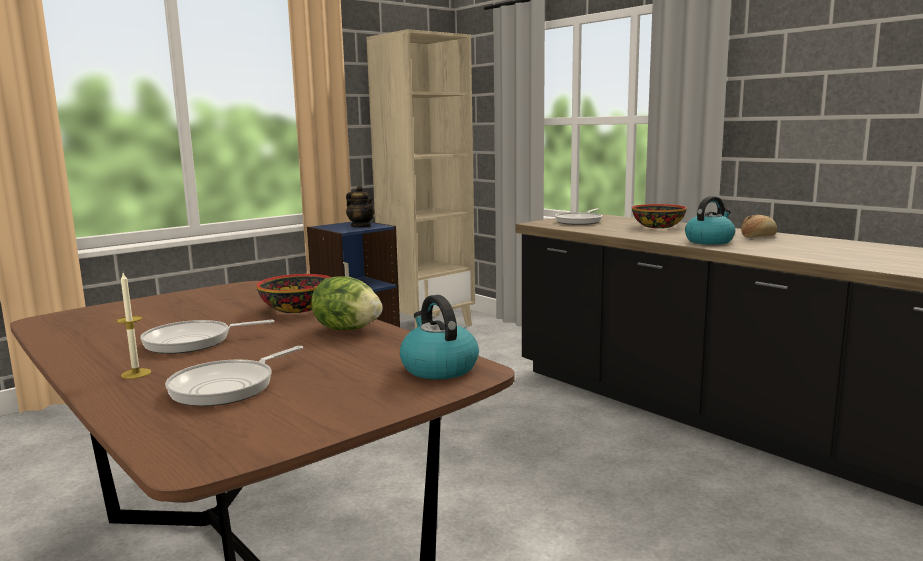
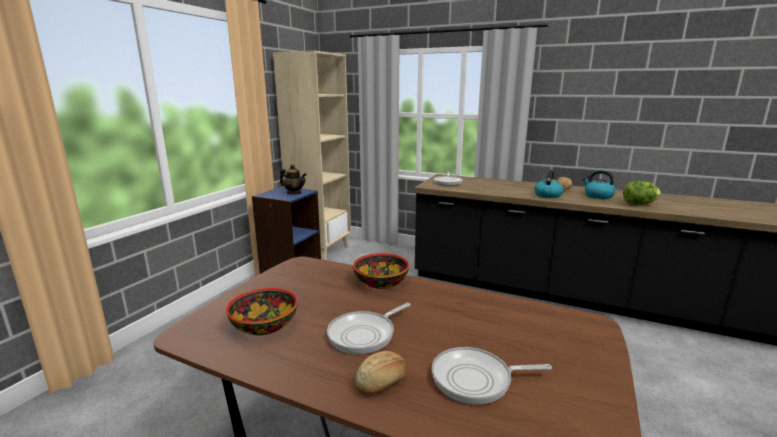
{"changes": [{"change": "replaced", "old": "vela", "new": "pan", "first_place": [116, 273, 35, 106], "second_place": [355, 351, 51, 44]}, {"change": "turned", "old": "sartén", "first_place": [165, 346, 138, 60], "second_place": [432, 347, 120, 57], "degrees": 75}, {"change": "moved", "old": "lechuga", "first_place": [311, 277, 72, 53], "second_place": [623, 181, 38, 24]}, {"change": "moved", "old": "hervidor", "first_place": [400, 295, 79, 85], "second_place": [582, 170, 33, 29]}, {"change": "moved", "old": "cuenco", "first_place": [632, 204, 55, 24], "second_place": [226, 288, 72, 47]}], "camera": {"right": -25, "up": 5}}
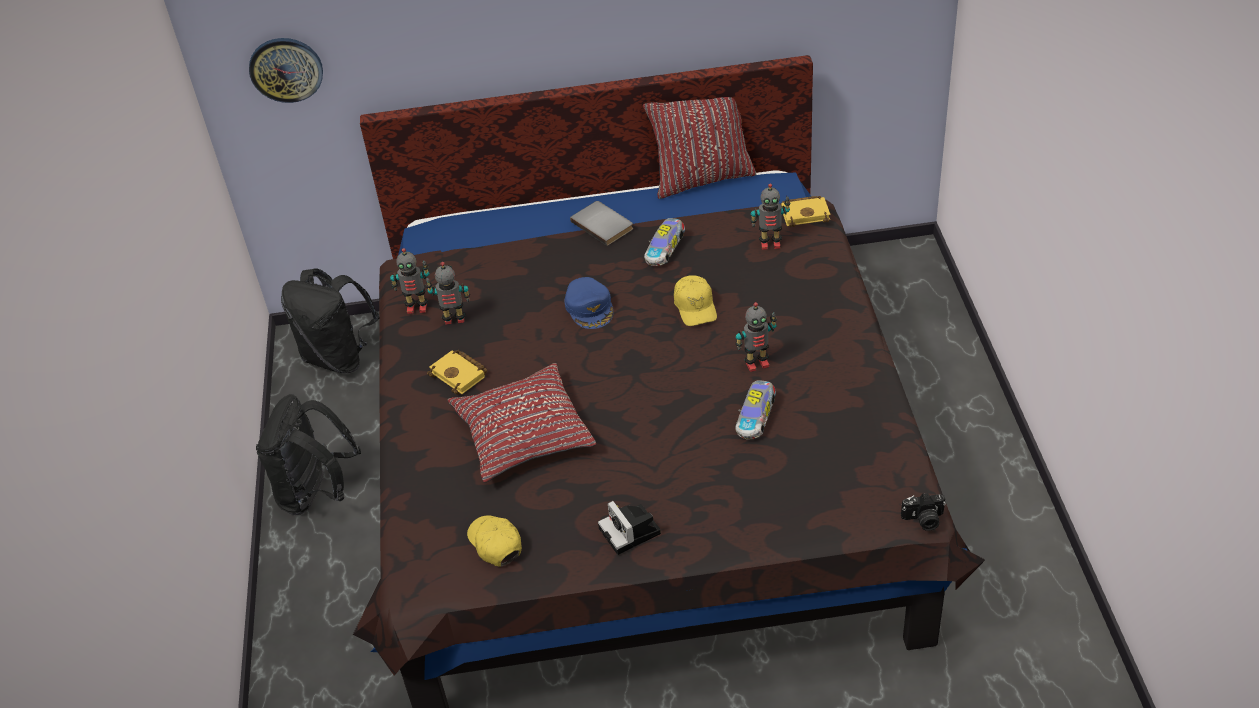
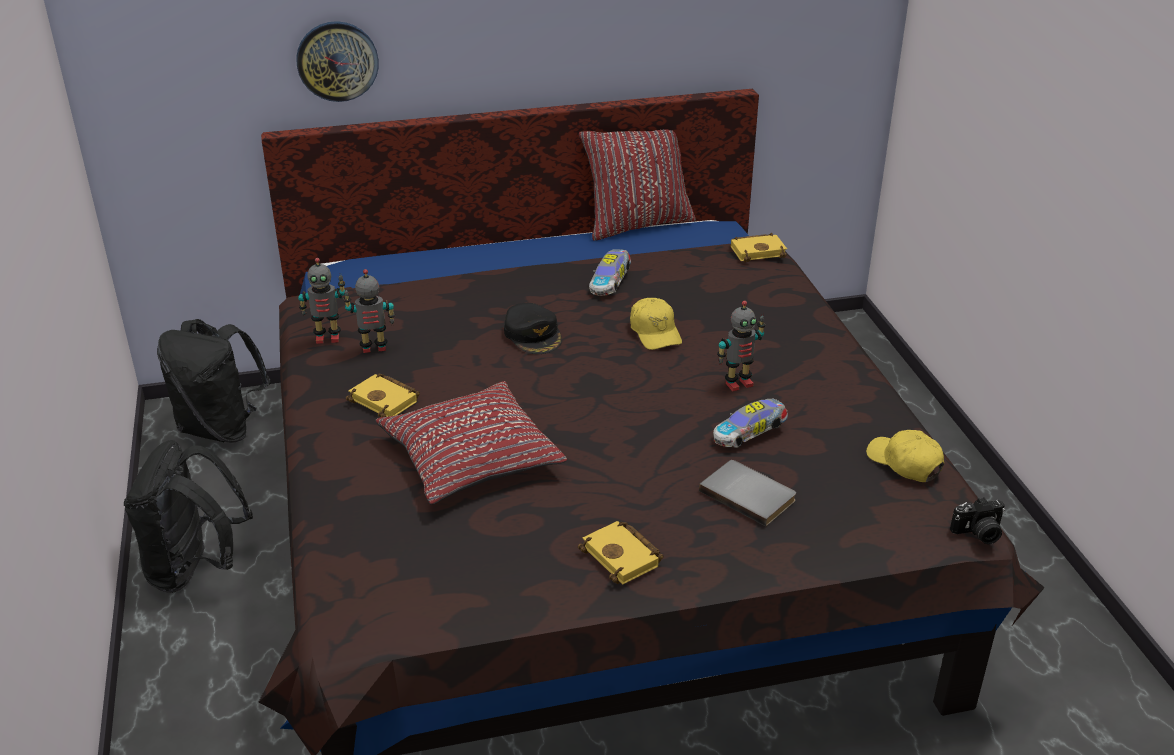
{"changes": [{"change": "moved", "old": "reloj de pared", "first_place": [249, 38, 74, 65], "second_place": [296, 21, 83, 81]}, {"change": "moved", "old": "gorra (amarillo)", "first_place": [467, 515, 55, 52], "second_place": [866, 430, 78, 52]}, {"change": "recoloured", "old": "gorra (azul)", "new": "gorra (negro)", "first_place": [565, 277, 48, 52], "second_place": [504, 303, 58, 51]}, {"change": "moved", "old": "libro (gris)", "first_place": [570, 201, 63, 45], "second_place": [699, 460, 97, 66]}, {"change": "replaced", "old": "cámara", "new": "libro (amarillo)", "first_place": [598, 501, 63, 54], "second_place": [578, 521, 86, 63]}, {"change": "turned", "old": "coche de juguete", "first_place": [735, 380, 41, 59], "second_place": [713, 399, 75, 49], "degrees": 45}, {"change": "removed", "old": "robot de juguete", "first_place": [750, 183, 40, 67]}], "camera": {"right": -10, "up": -10}}
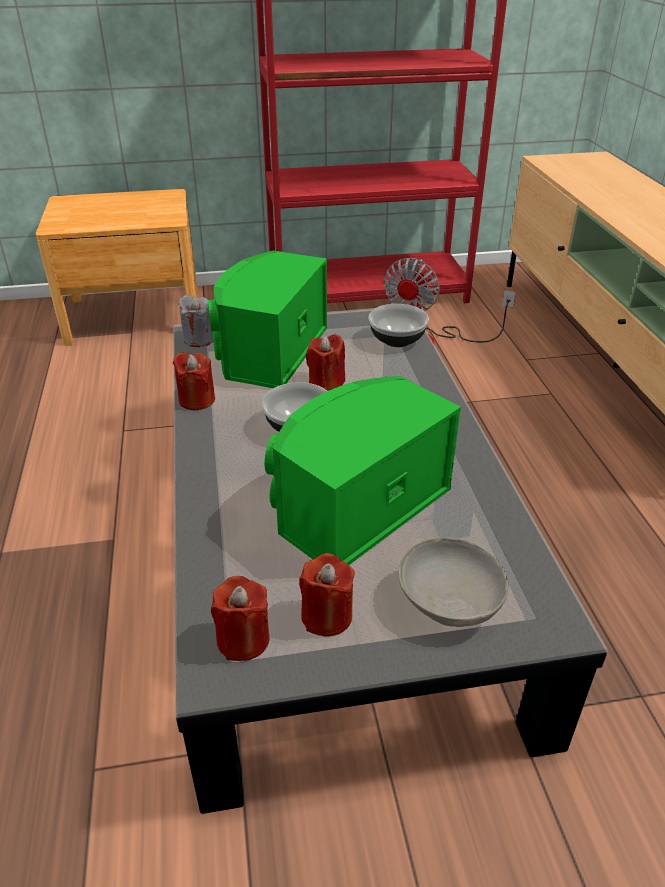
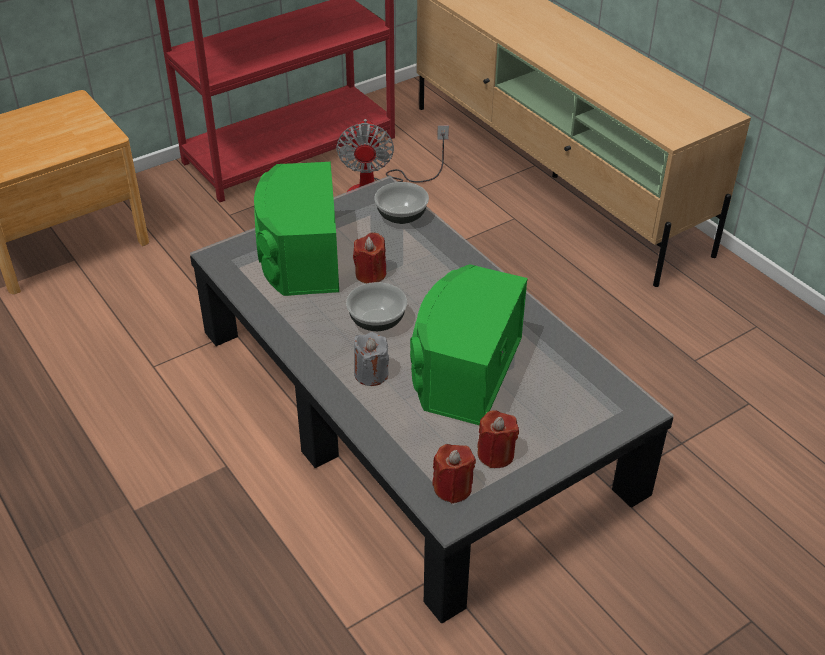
{"changes": [{"change": "removed", "old": "vela (rojo)", "first_place": [173, 352, 42, 58]}, {"change": "moved", "old": "vela (gris)", "first_place": [178, 295, 35, 52], "second_place": [354, 332, 35, 54]}, {"change": "removed", "old": "cuenco (gris)", "first_place": [398, 537, 110, 90]}], "camera": {"right": -25, "up": 5}}
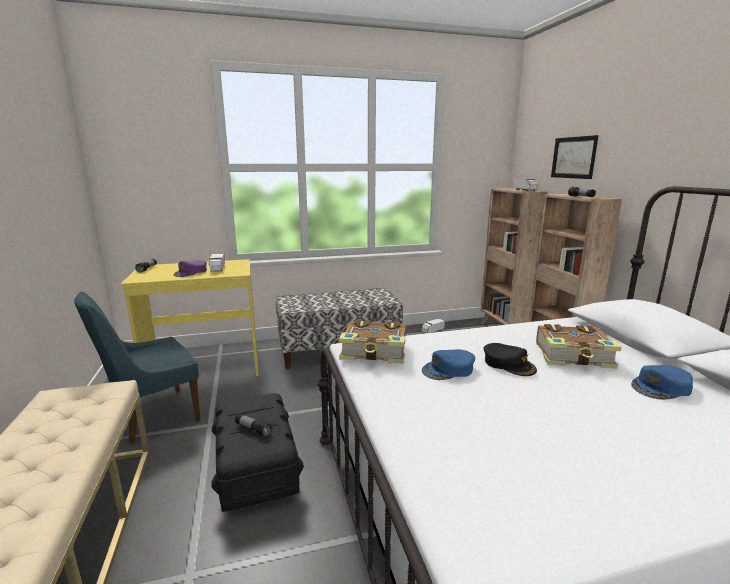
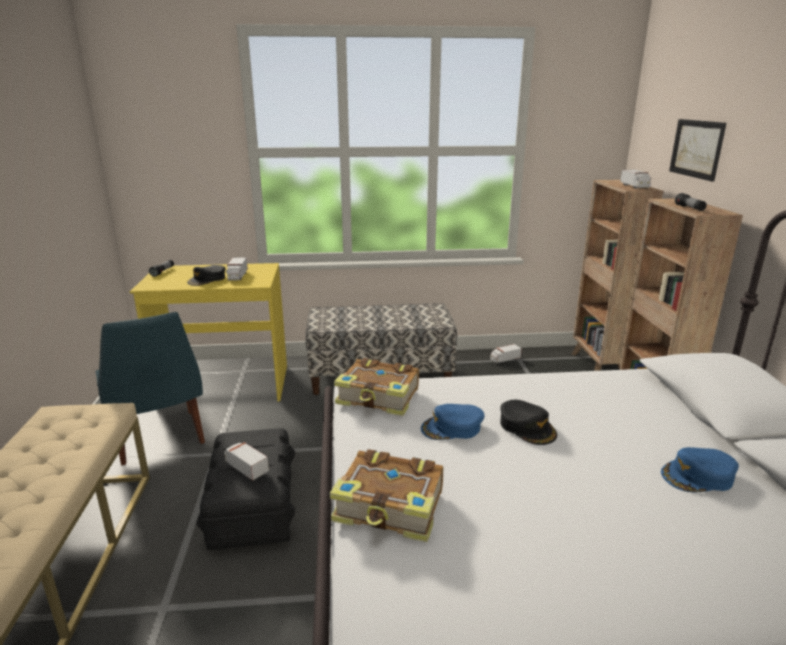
{"changes": [{"change": "turned", "old": "silla (azul)", "first_place": [74, 291, 127, 154], "second_place": [95, 312, 110, 153], "degrees": -90}, {"change": "recoloured", "old": "gorra (morado)", "new": "gorra (negro)", "first_place": [173, 260, 34, 17], "second_place": [187, 265, 39, 21]}, {"change": "replaced", "old": "linterna", "new": "camión de juguete", "first_place": [235, 413, 37, 24], "second_place": [224, 442, 45, 38]}, {"change": "moved", "old": "libro", "first_place": [536, 324, 86, 44], "second_place": [330, 449, 113, 93]}], "camera": {"right": 10, "up": 5}}
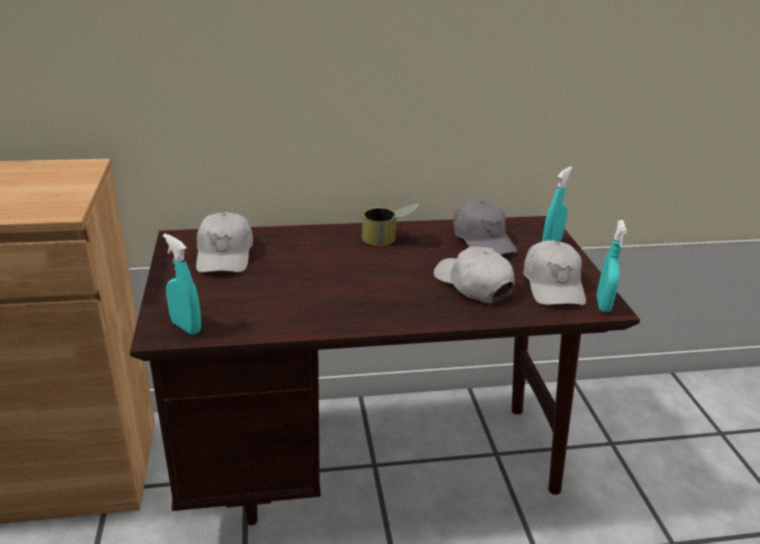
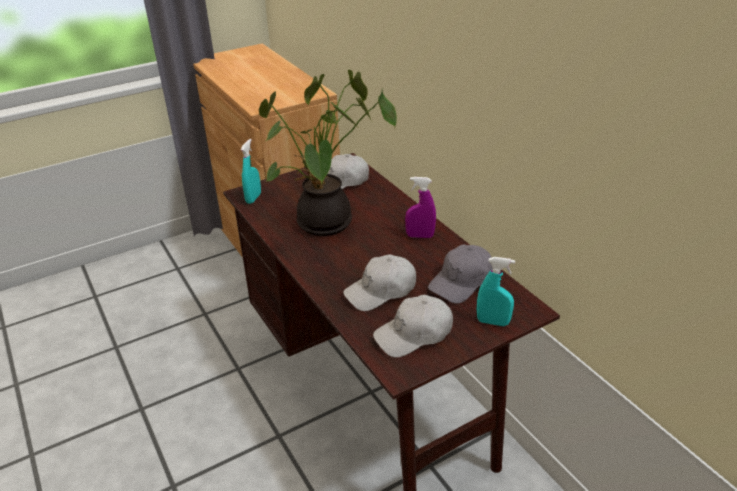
{"changes": [{"change": "replaced", "old": "lata", "new": "pulverizador (morado)", "first_place": [362, 203, 58, 43], "second_place": [405, 177, 31, 61]}, {"change": "turned", "old": "gorra (blanco)", "first_place": [434, 247, 80, 56], "second_place": [343, 254, 73, 57], "degrees": -150}, {"change": "removed", "old": "pulverizador (turquesa)", "first_place": [596, 220, 31, 92]}, {"change": "added", "new": "planta en maceta", "second_place": [259, 70, 138, 166]}], "camera": {"right": 70, "up": 5}}
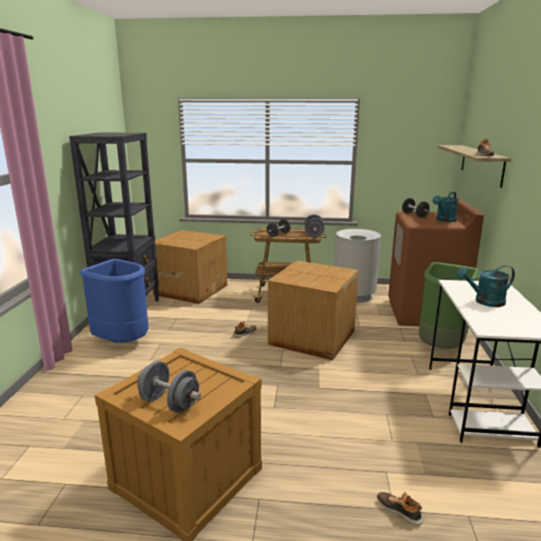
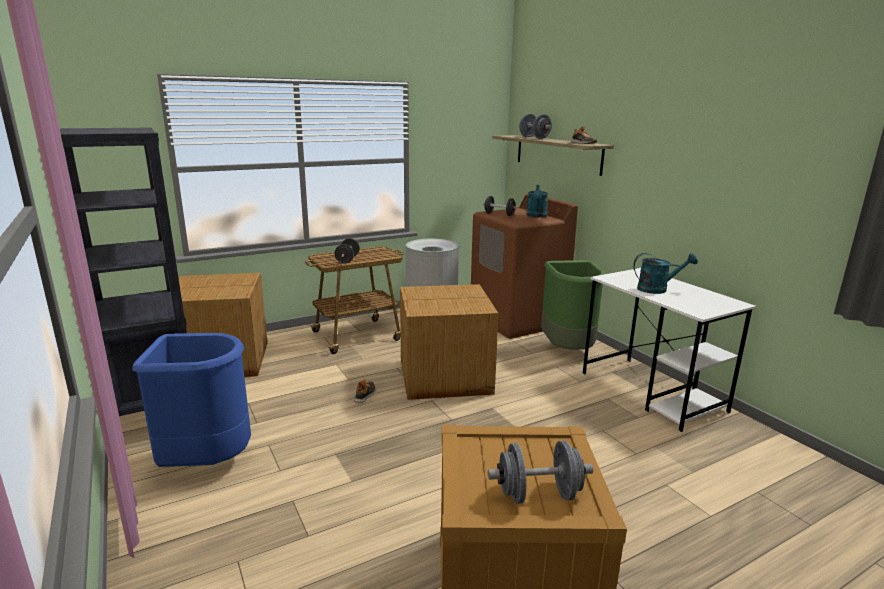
{"changes": [{"change": "moved", "old": "mancuerna (gris)", "first_place": [304, 214, 21, 24], "second_place": [519, 114, 33, 25]}, {"change": "removed", "old": "zapato", "first_place": [377, 492, 46, 34]}, {"change": "turned", "old": "regadera (turquesa)", "first_place": [456, 265, 59, 42], "second_place": [633, 253, 65, 41], "degrees": -135}], "camera": {"right": -35, "up": 0}}
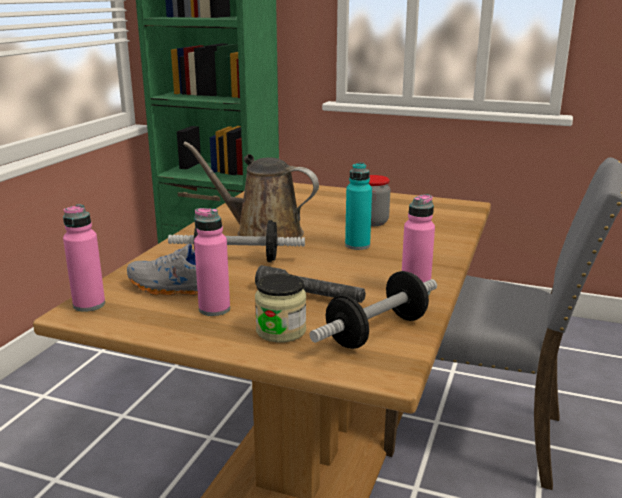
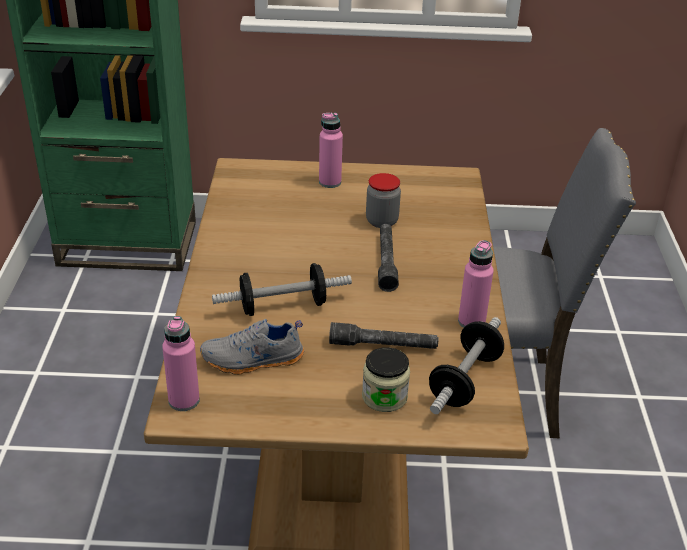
{"changes": [{"change": "removed", "old": "regadera (marrón)", "first_place": [183, 142, 136, 96]}, {"change": "moved", "old": "botella (rosa)", "first_place": [194, 208, 36, 108], "second_place": [319, 113, 24, 75]}, {"change": "replaced", "old": "botella (turquesa)", "new": "linterna (gris)", "first_place": [345, 162, 27, 88], "second_place": [378, 224, 21, 68]}], "camera": {"right": -20, "up": 15}}
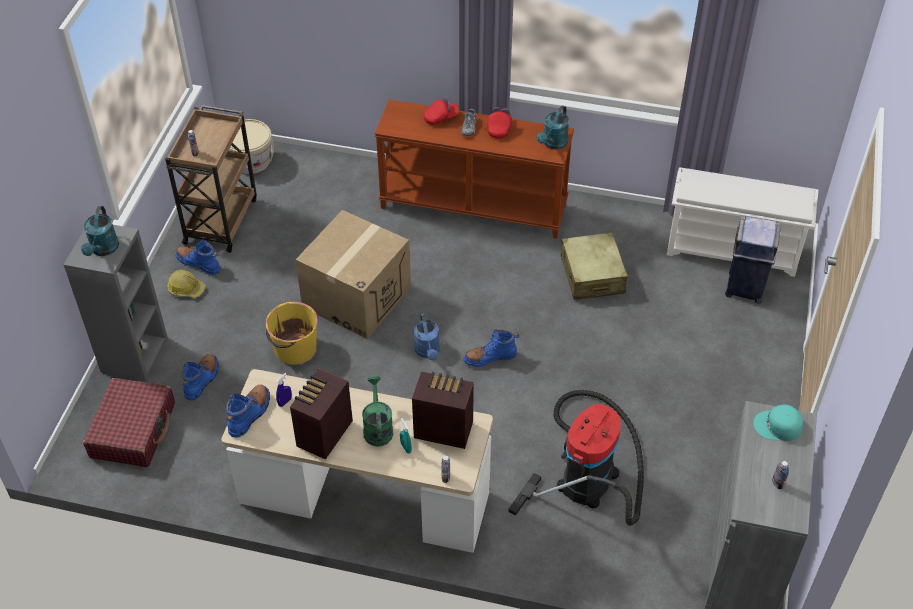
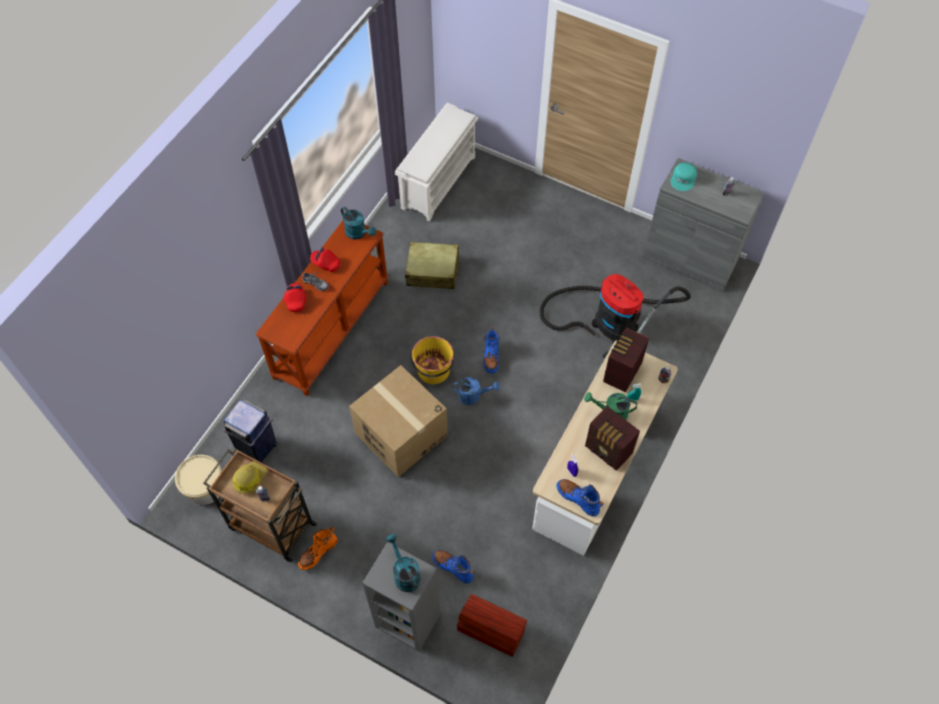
{"changes": [{"change": "turned", "old": "regadera (turquesa)", "first_place": [81, 206, 38, 50], "second_place": [386, 534, 35, 58], "degrees": -135}, {"change": "replaced", "old": "maleta (rojo)", "new": "caja de almacenaje (marrón)", "first_place": [83, 378, 92, 89], "second_place": [457, 594, 70, 63]}, {"change": "moved", "old": "casco", "first_place": [167, 270, 39, 28], "second_place": [232, 461, 35, 33]}, {"change": "recoloured", "old": "bota (azul)", "new": "bota (naranja)", "first_place": [175, 239, 45, 36], "second_place": [298, 526, 40, 44]}, {"change": "moved", "old": "cubo (amarillo)", "first_place": [266, 302, 52, 63], "second_place": [410, 336, 44, 48]}, {"change": "moved", "old": "papelera (azul)", "first_place": [725, 216, 56, 88], "second_place": [224, 399, 54, 64]}], "camera": {"right": -75, "up": 10}}
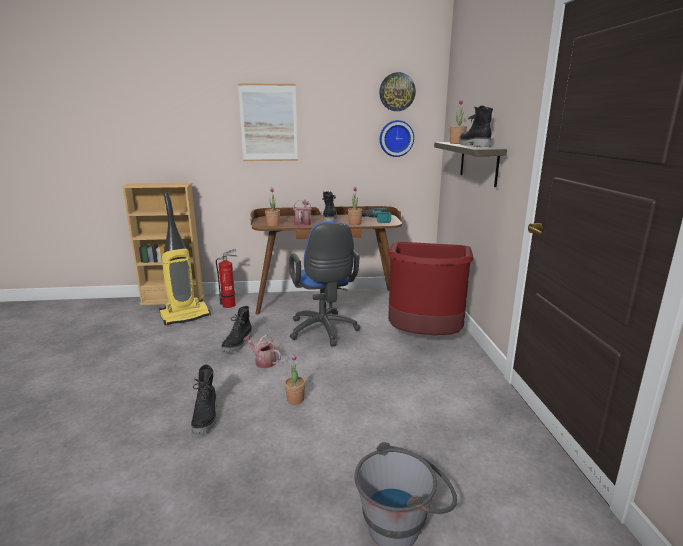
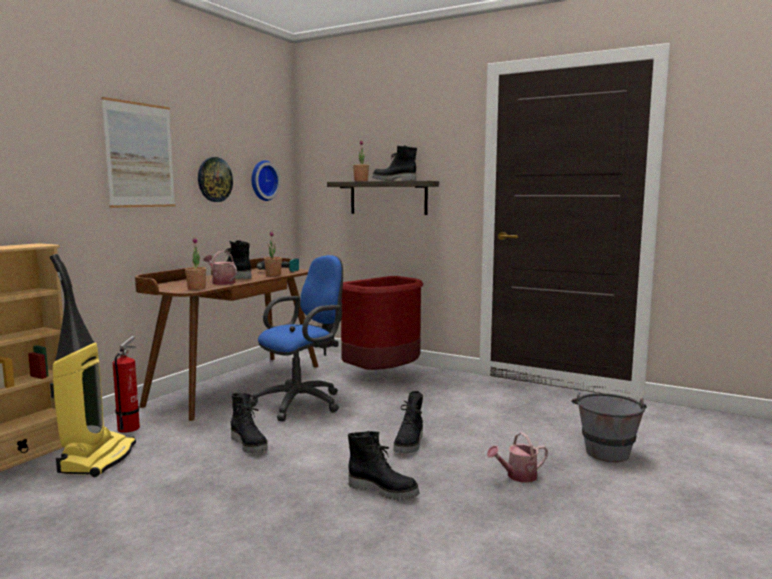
{"changes": [{"change": "moved", "old": "regadera", "first_place": [243, 335, 38, 33], "second_place": [487, 432, 61, 51]}, {"change": "replaced", "old": "planta en maceta", "new": "bota (negro)", "first_place": [285, 354, 20, 51], "second_place": [393, 391, 30, 62]}, {"change": "turned", "old": "silla de oficina (azul)", "first_place": [289, 222, 71, 125], "second_place": [250, 255, 93, 166], "degrees": -60}, {"change": "moved", "old": "reloj de pared", "first_place": [379, 72, 37, 39], "second_place": [198, 157, 35, 45]}], "camera": {"right": -55, "up": -10}}
